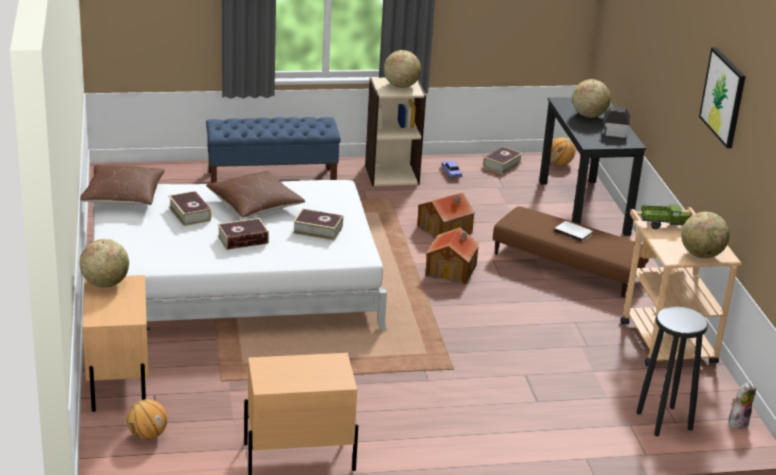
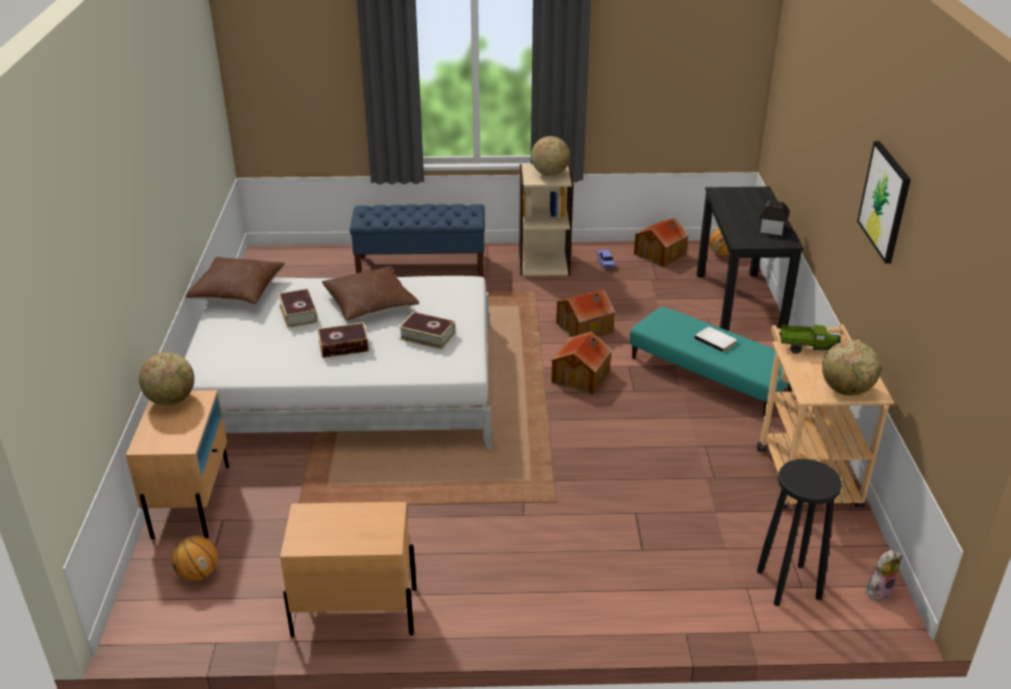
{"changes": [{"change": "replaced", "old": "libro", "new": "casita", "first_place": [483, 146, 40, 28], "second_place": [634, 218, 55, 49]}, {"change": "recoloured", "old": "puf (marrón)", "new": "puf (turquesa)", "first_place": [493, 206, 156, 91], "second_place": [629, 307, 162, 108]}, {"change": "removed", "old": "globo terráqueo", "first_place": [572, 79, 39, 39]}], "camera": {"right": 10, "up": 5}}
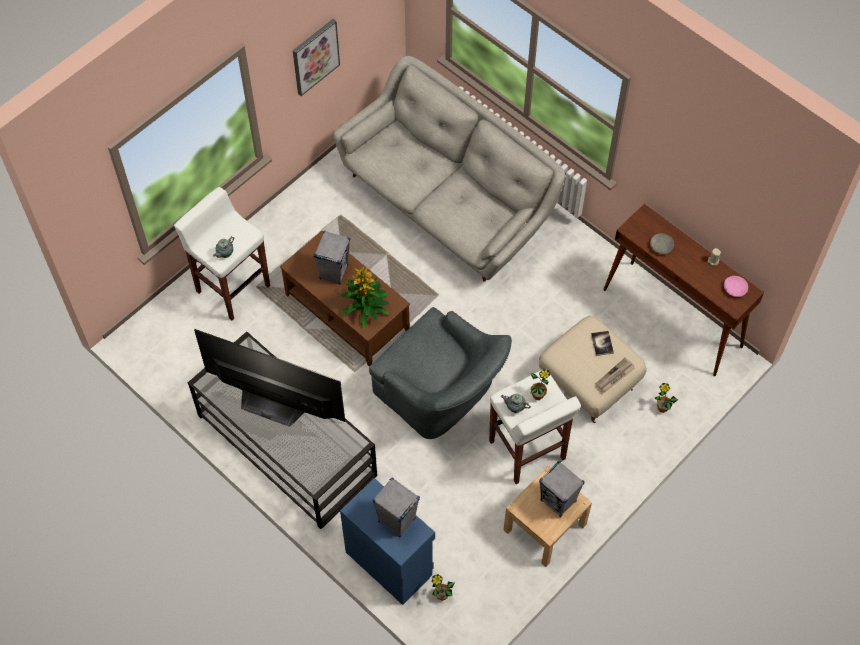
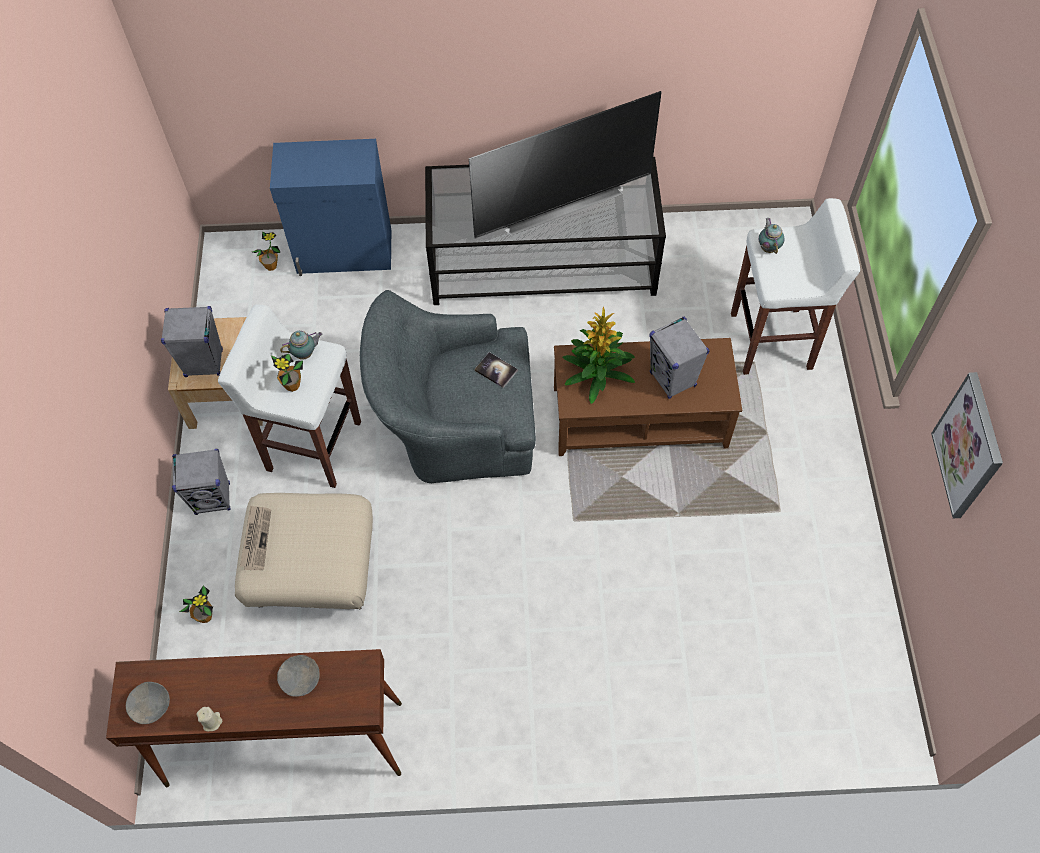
{"changes": [{"change": "removed", "old": "sofá (gris)", "first_place": [334, 56, 231, 226]}, {"change": "moved", "old": "altavoz (gris)", "first_place": [372, 477, 48, 60], "second_place": [172, 449, 58, 66]}, {"change": "moved", "old": "libro", "first_place": [591, 331, 23, 25], "second_place": [474, 352, 44, 36]}, {"change": "recoloured", "old": "cuenco (rosa)", "new": "cuenco (gris)", "first_place": [724, 276, 24, 21], "second_place": [126, 682, 44, 42]}], "camera": {"right": 135, "up": 0}}
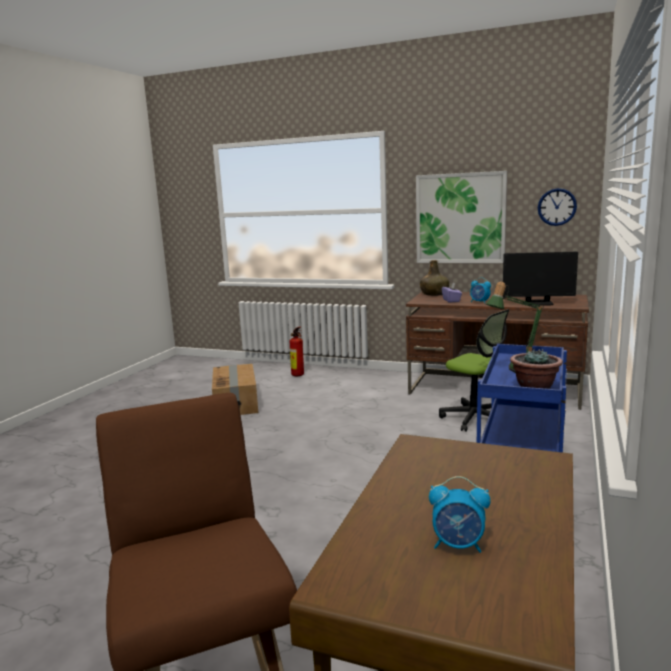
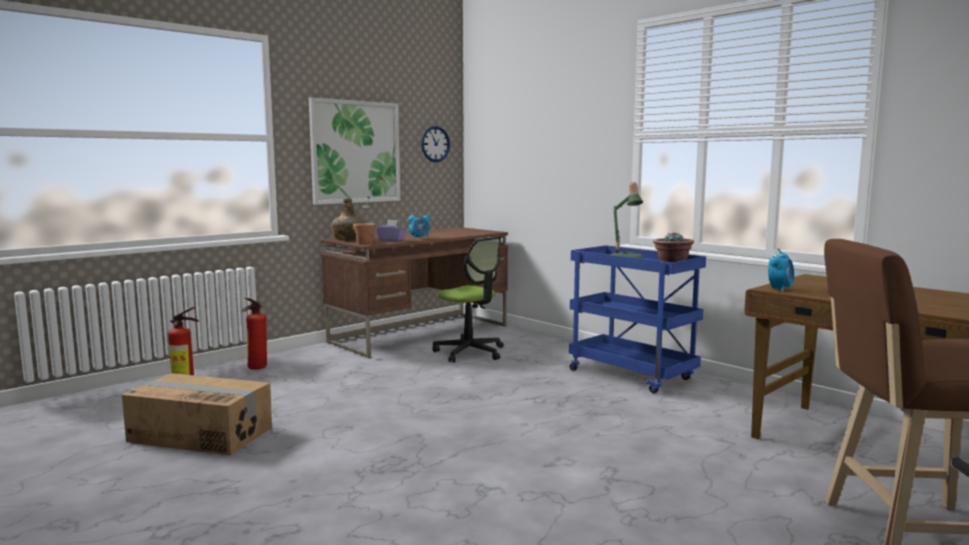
{"changes": [{"change": "moved", "old": "despertador", "first_place": [429, 476, 62, 77], "second_place": [768, 248, 26, 44]}, {"change": "turned", "old": "silla de oficina", "first_place": [439, 309, 70, 123], "second_place": [432, 237, 72, 126], "degrees": 60}, {"change": "removed", "old": "monitor", "first_place": [503, 252, 75, 54]}, {"change": "added", "new": "extintor", "second_place": [242, 297, 25, 73]}, {"change": "added", "new": "planta en maceta", "second_place": [353, 173, 33, 72]}], "camera": {"right": -65, "up": -5}}
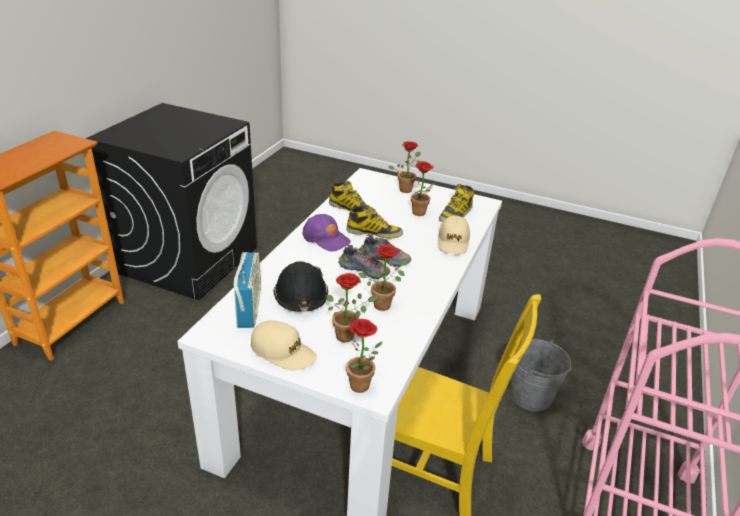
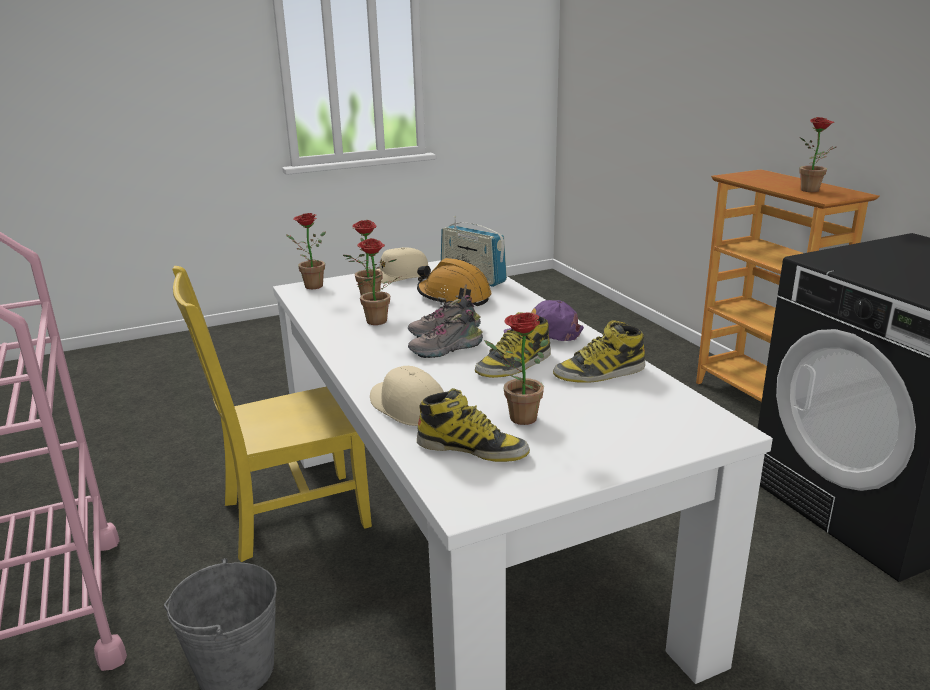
{"changes": [{"change": "recoloured", "old": "casco (negro)", "new": "casco (naranja)", "first_place": [273, 261, 55, 51], "second_place": [417, 258, 74, 48]}, {"change": "moved", "old": "planta en maceta", "first_place": [388, 141, 33, 52], "second_place": [799, 117, 37, 75]}, {"change": "turned", "old": "bota", "first_place": [439, 184, 35, 38], "second_place": [417, 388, 113, 74], "degrees": 120}], "camera": {"right": 135, "up": -10}}
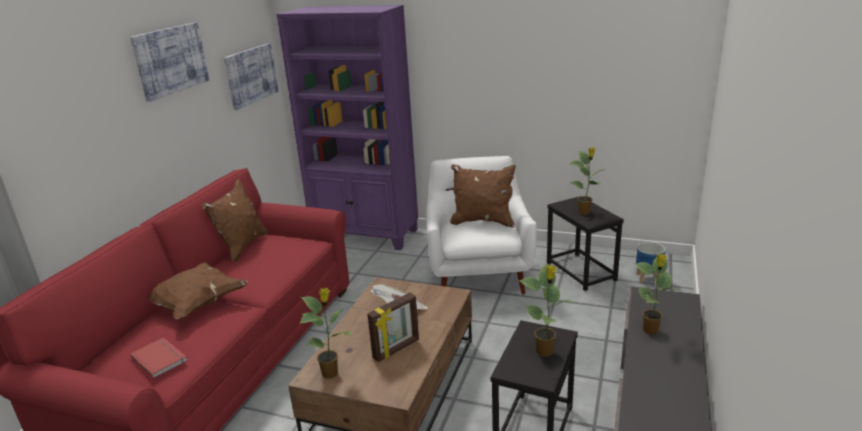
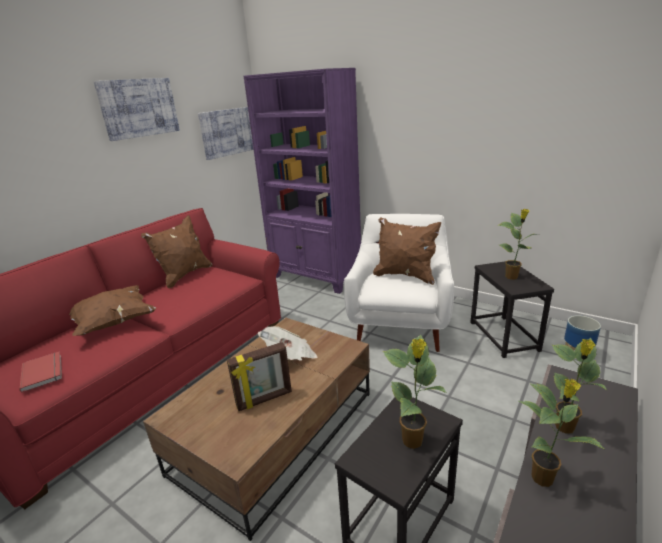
{"changes": [{"change": "moved", "old": "planta en maceta", "first_place": [300, 288, 52, 91], "second_place": [519, 379, 85, 108]}], "camera": {"right": 15, "up": 0}}
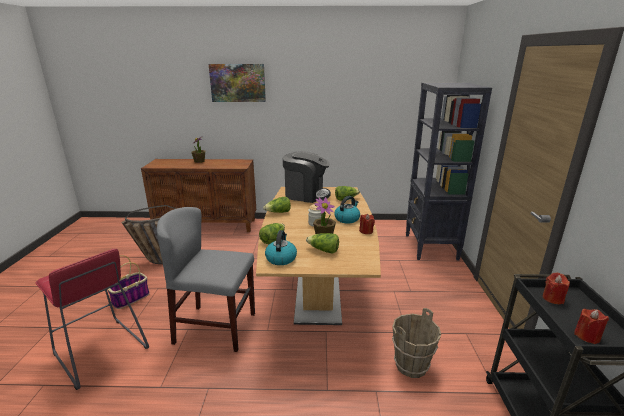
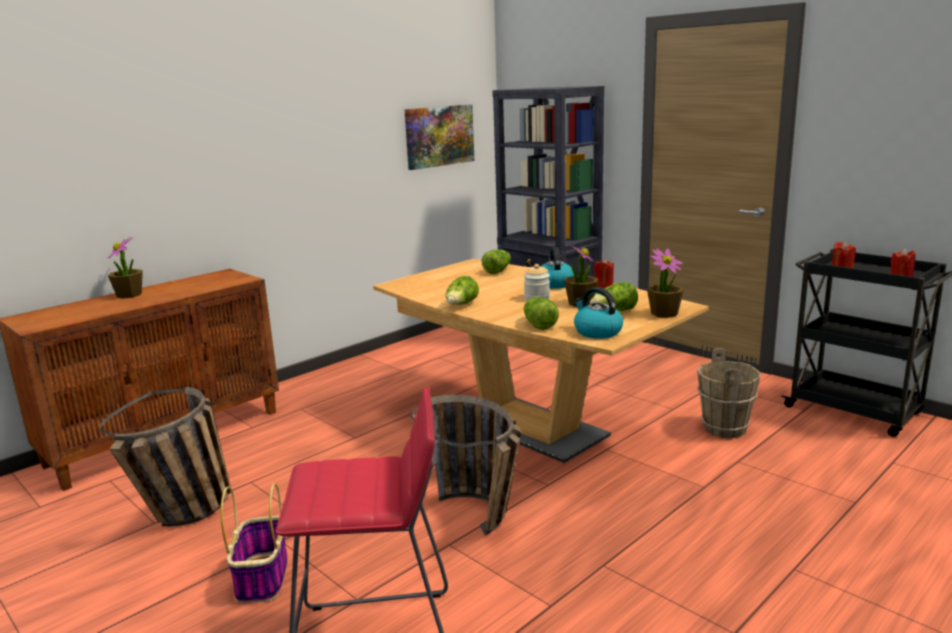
{"changes": [{"change": "replaced", "old": "silla (gris)", "new": "cesta", "first_place": [157, 207, 98, 145], "second_place": [410, 395, 111, 140]}, {"change": "moved", "old": "cuadro", "first_place": [208, 64, 58, 38], "second_place": [404, 104, 71, 66]}, {"change": "removed", "old": "cafetera", "first_place": [283, 152, 48, 51]}, {"change": "added", "new": "planta en maceta", "second_place": [647, 248, 37, 70]}], "camera": {"right": -45, "up": -5}}
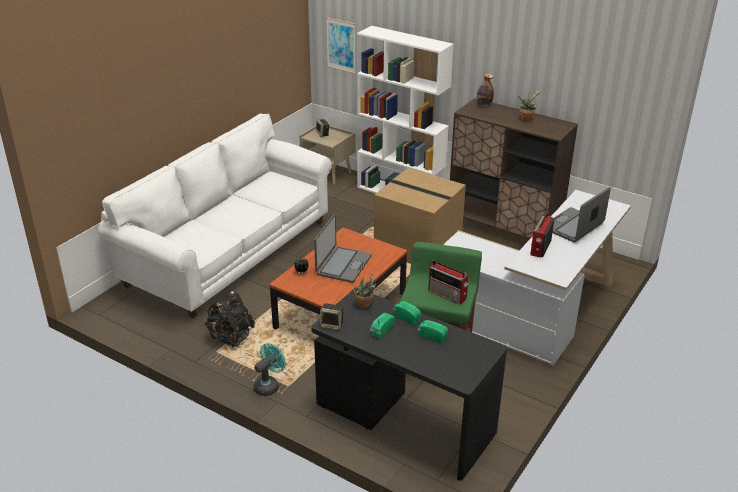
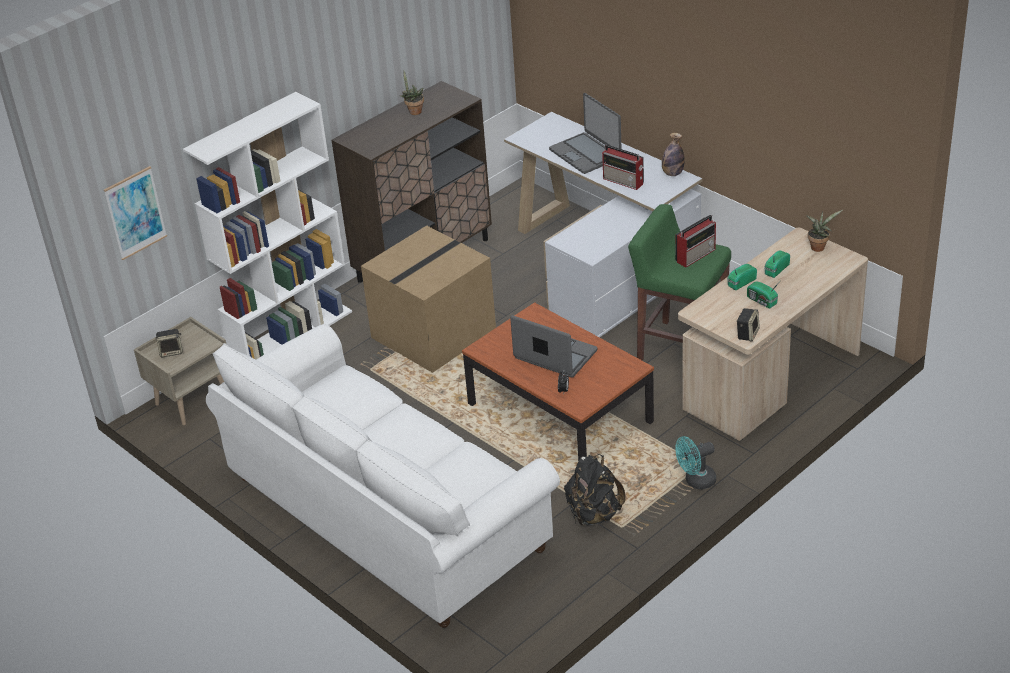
{"changes": [{"change": "turned", "old": "ventilador (turquesa)", "first_place": [253, 343, 33, 53], "second_place": [675, 436, 41, 53], "degrees": -75}, {"change": "recoloured", "old": "escritorio (negro)", "new": "escritorio (beis)", "first_place": [311, 289, 196, 192], "second_place": [678, 228, 190, 213]}, {"change": "moved", "old": "planta en maceta", "first_place": [354, 274, 22, 34], "second_place": [806, 210, 37, 42]}, {"change": "moved", "old": "botella", "first_place": [477, 73, 17, 34], "second_place": [662, 133, 23, 43]}], "camera": {"right": -75, "up": 5}}
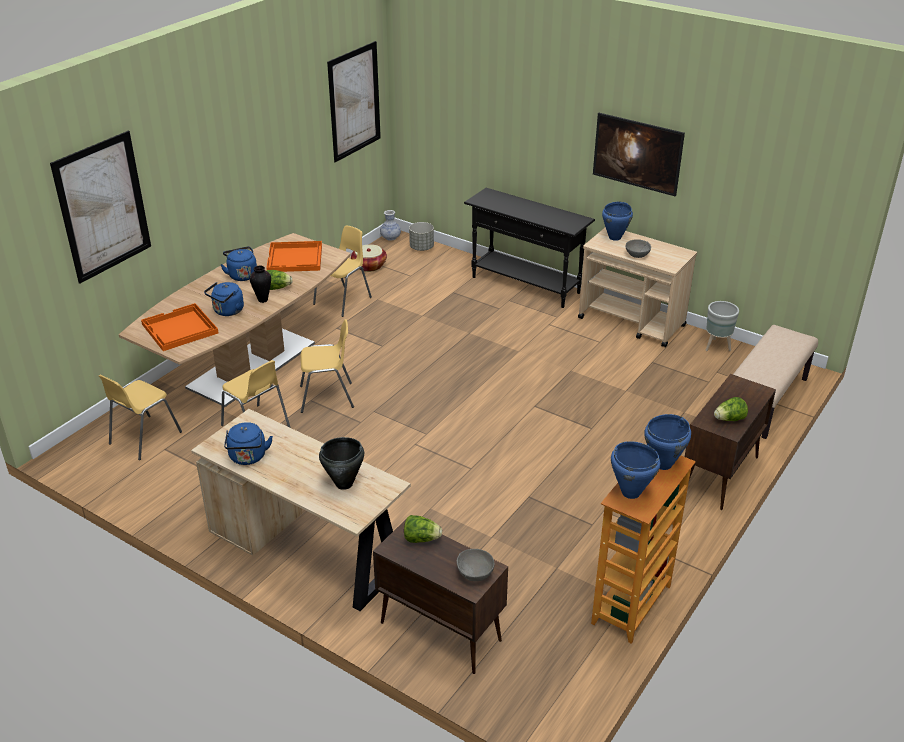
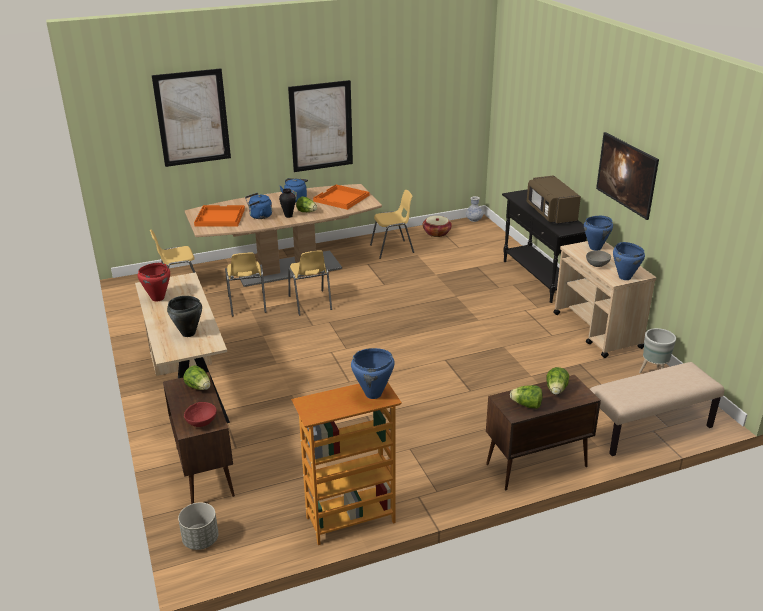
{"changes": [{"change": "replaced", "old": "hervidor (azul)", "new": "olla (rojo)", "first_place": [224, 422, 49, 43], "second_place": [138, 263, 32, 39]}, {"change": "turned", "old": "silla (amarillo)", "first_place": [300, 319, 54, 94], "second_place": [288, 250, 44, 65], "degrees": 45}, {"change": "moved", "old": "cuadro", "first_place": [327, 41, 54, 121], "second_place": [288, 80, 65, 92]}, {"change": "moved", "old": "maceta (gris)", "first_place": [409, 222, 25, 29], "second_place": [178, 503, 40, 47]}, {"change": "recoloured", "old": "cuenco (gris)", "new": "cuenco (rojo)", "first_place": [456, 549, 39, 32], "second_place": [184, 402, 33, 25]}, {"change": "moved", "old": "olla (azul)", "first_place": [611, 441, 49, 58], "second_place": [613, 242, 32, 38]}, {"change": "added", "new": "microondas (marrón)", "second_place": [527, 175, 54, 49]}, {"change": "added", "new": "lechuga", "second_place": [546, 367, 23, 28]}], "camera": {"right": 35, "up": -5}}
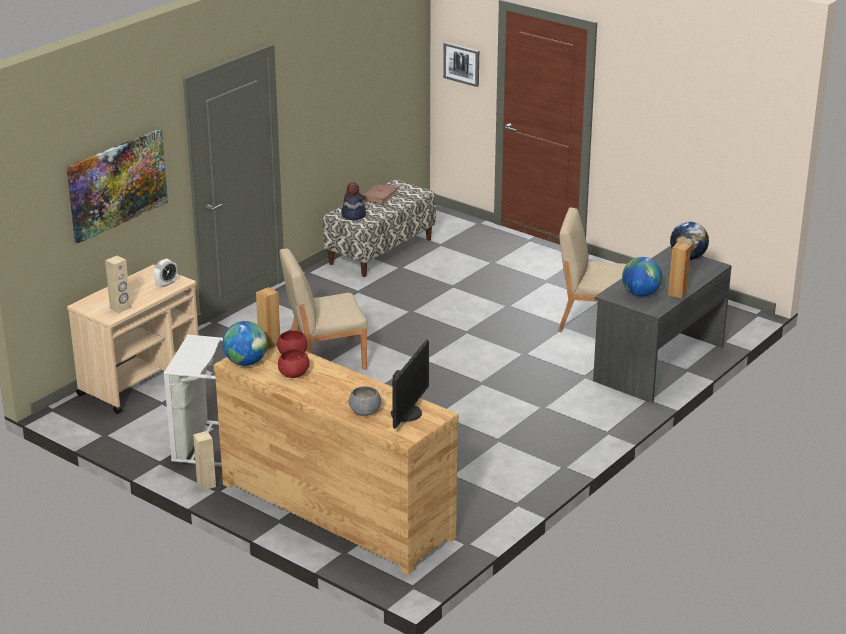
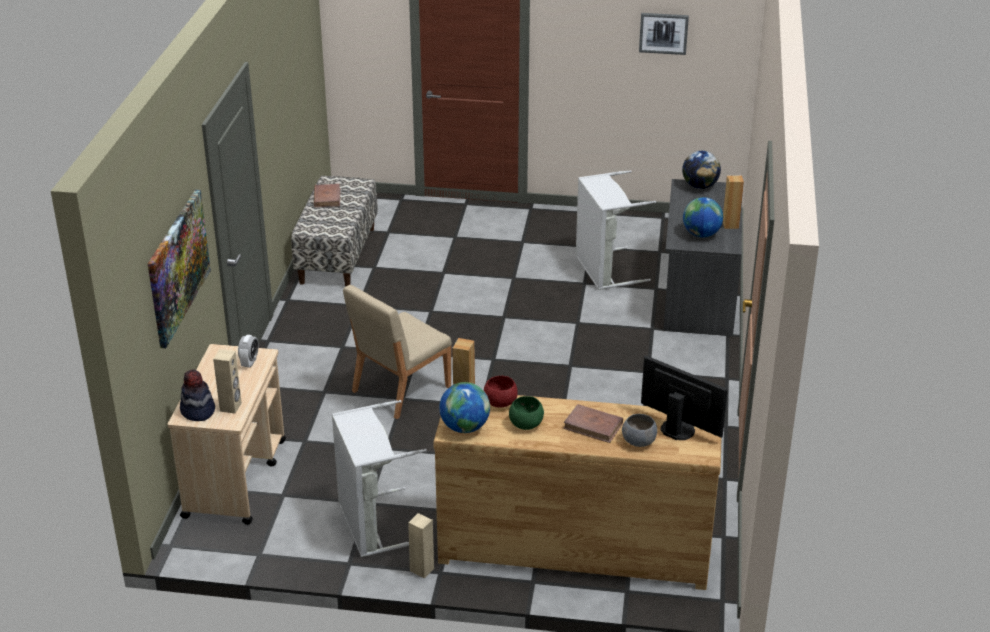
{"changes": [{"change": "recoloured", "old": "cuenco (rojo)", "new": "cuenco (verde)", "first_place": [278, 349, 32, 29], "second_place": [509, 396, 35, 34]}, {"change": "moved", "old": "sombrero", "first_place": [341, 182, 25, 39], "second_place": [180, 369, 35, 52]}, {"change": "turned", "old": "monitor", "first_place": [391, 340, 38, 89], "second_place": [641, 355, 87, 85], "degrees": -45}, {"change": "moved", "old": "cuadro", "first_place": [443, 42, 36, 45], "second_place": [639, 13, 50, 42]}, {"change": "replaced", "old": "silla (beis)", "new": "cesto de la ropa (gris)", "first_place": [558, 208, 68, 124], "second_place": [575, 170, 81, 120]}, {"change": "added", "new": "libro (marrón)", "second_place": [563, 404, 60, 39]}], "camera": {"right": -30, "up": 5}}
